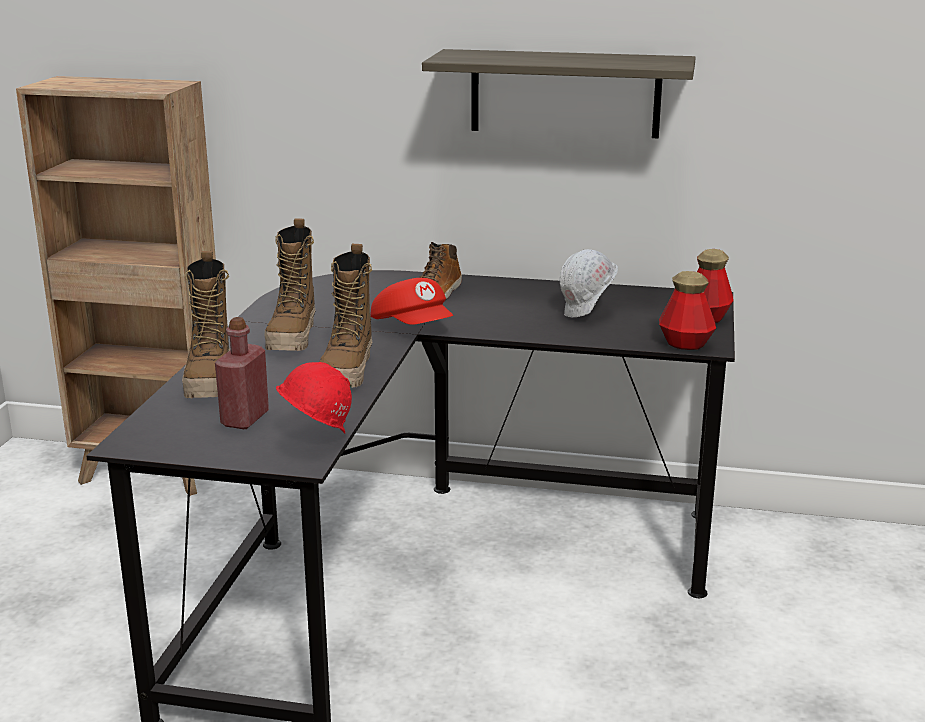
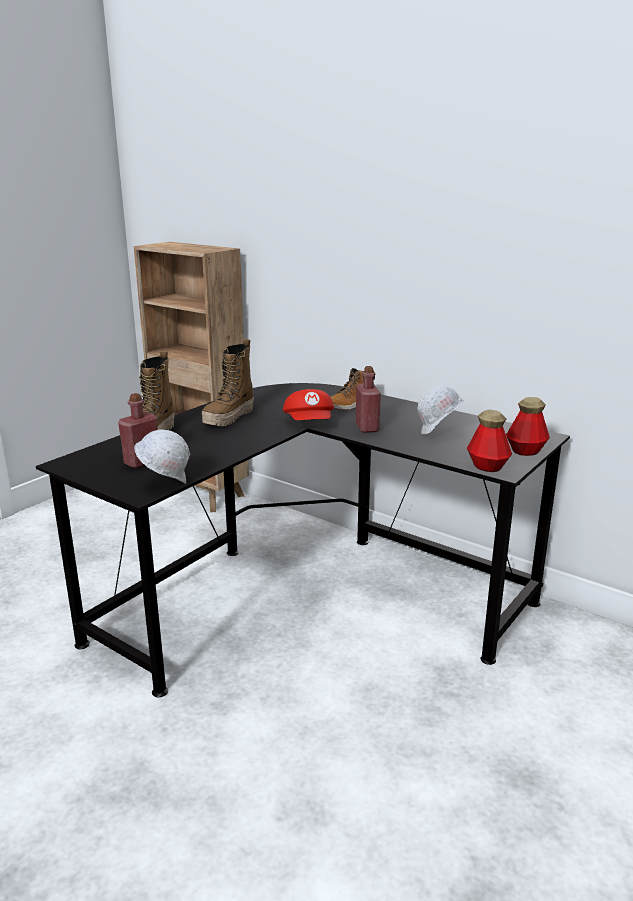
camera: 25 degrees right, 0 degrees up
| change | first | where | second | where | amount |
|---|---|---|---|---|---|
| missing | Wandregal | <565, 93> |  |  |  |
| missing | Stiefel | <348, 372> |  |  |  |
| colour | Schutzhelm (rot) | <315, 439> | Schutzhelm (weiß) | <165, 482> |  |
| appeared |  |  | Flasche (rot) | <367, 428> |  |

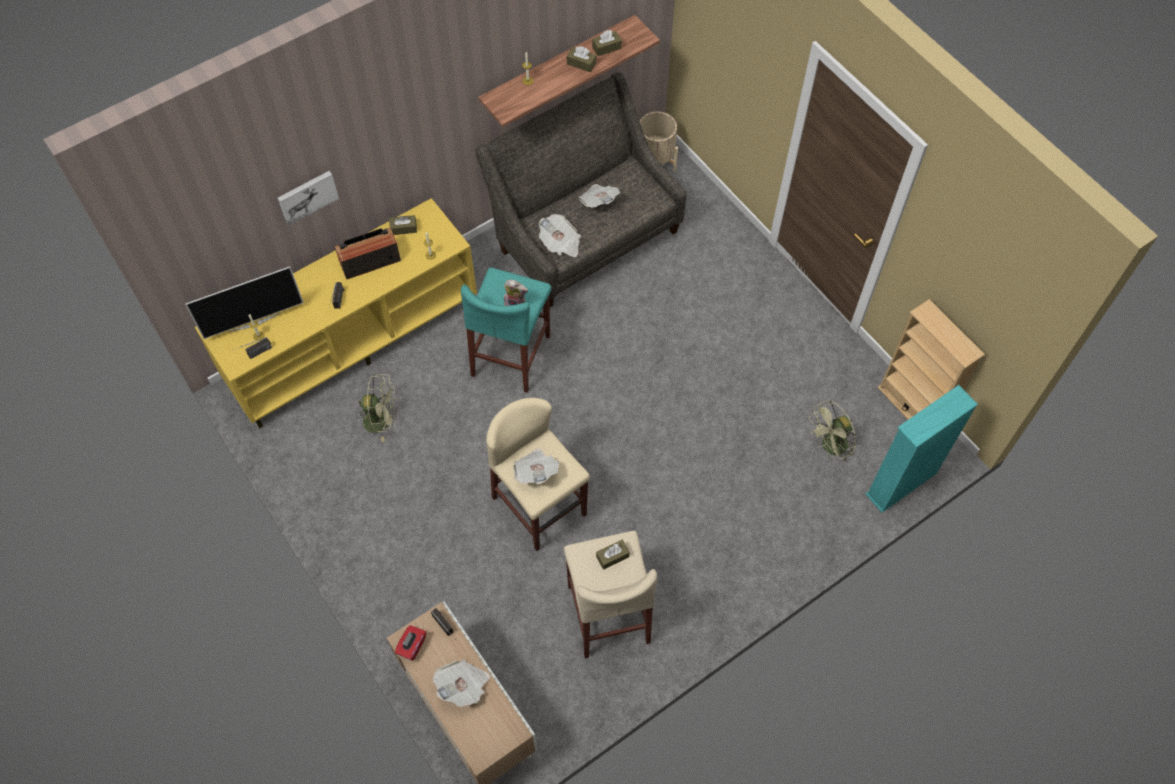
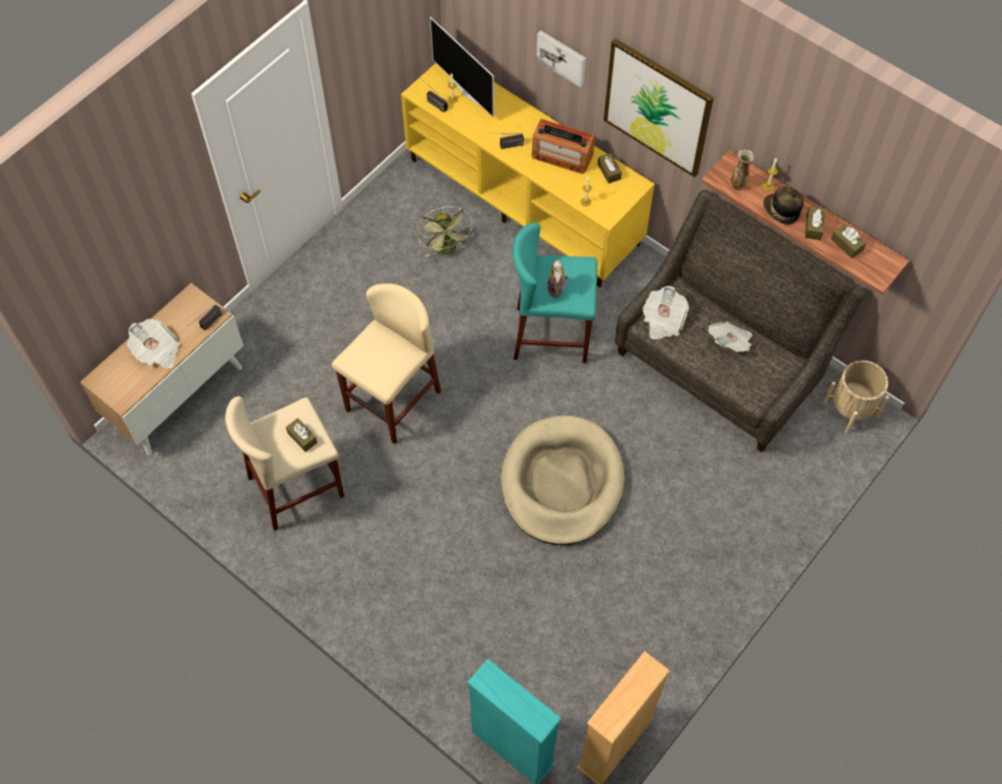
camera: 75 degrees right, 0 degrees up
| change | first | where | second | where | amount |
|---|---|---|---|---|---|
| spun | Radio | <370, 260> |  | <562, 156> | 150 degrees clockwise |
| missing | Ventilator (grün) | <830, 447> |  |  |  |
| missing | Zeitung | <536, 472> |  |  |  |
| missing | Taschentuchbox (rot) | <412, 646> |  |  |  |
| appeared |  |  | Bild | <657, 107> |  |
| appeared |  |  | Vase | <738, 185> |  |
| appeared |  |  | Hut | <781, 211> |  |
| appeared |  |  | Hundebett (beige) | <562, 483> |  |

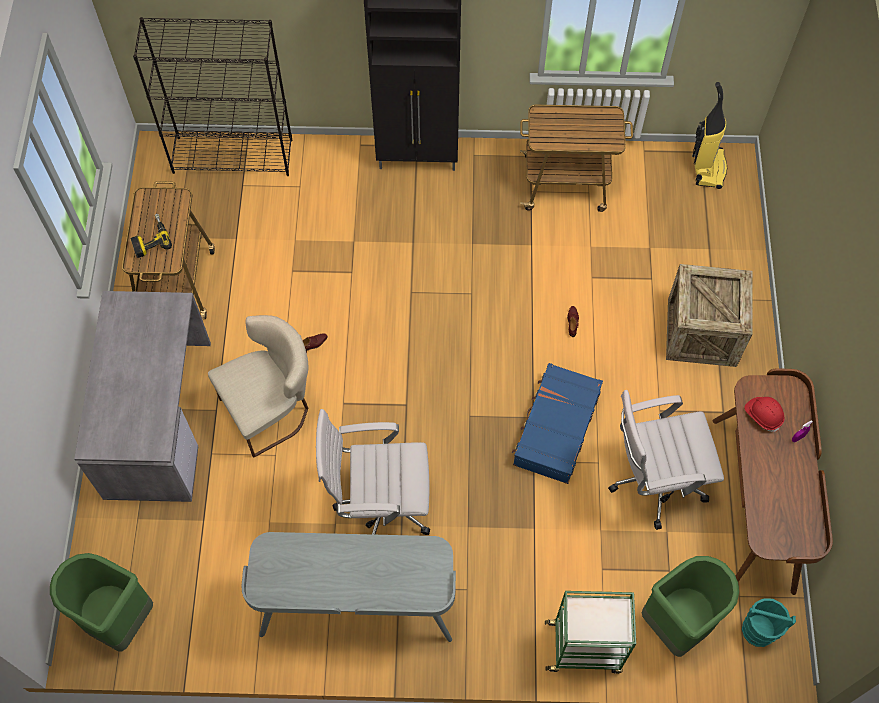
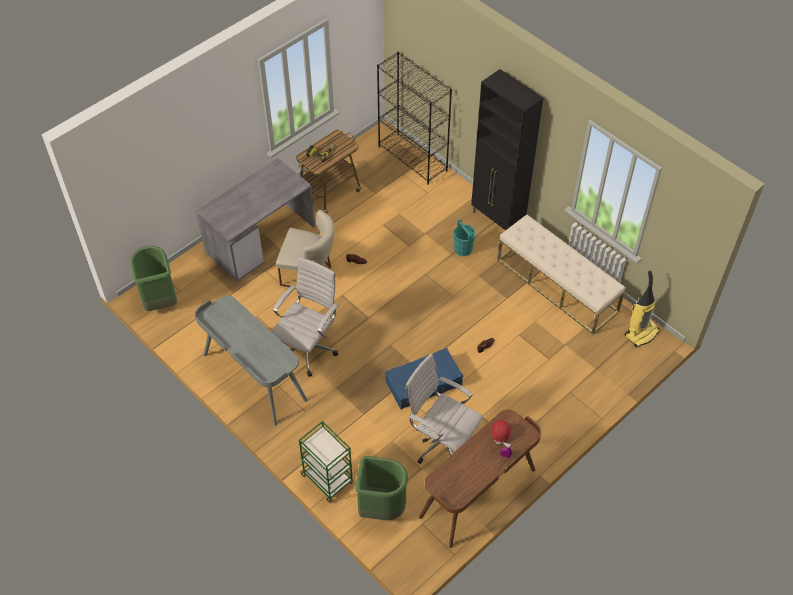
camera: 45 degrees right, 10 degrees down
| change | first | where | second | where | amount |
|---|---|---|---|---|---|
| exchanged | Rollwagen | <566, 183> | Bank (beige) | <557, 285> |  |
| missing | Kiste | <701, 332> |  |  |  |
| spun | Bürostuhl (weiß) | <379, 506> |  | <308, 348> | 75 degrees clockwise |
| relocated | Eimer (türkis) | <758, 630> |  | <463, 249> |  |

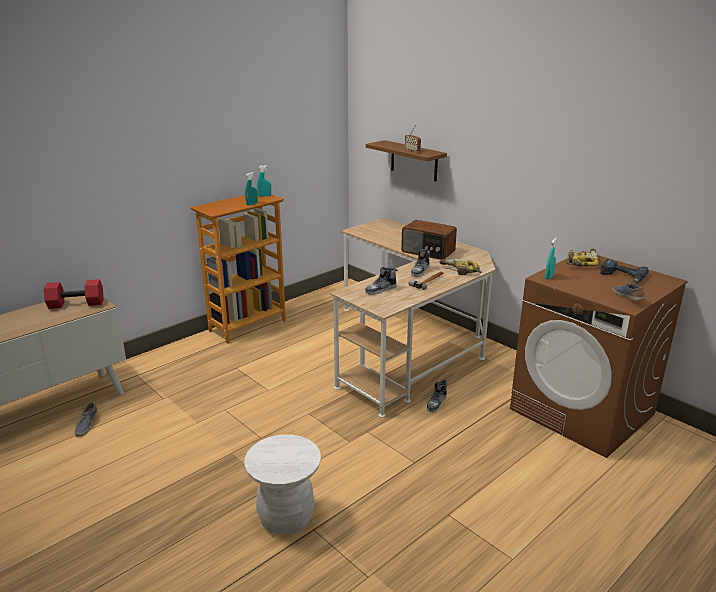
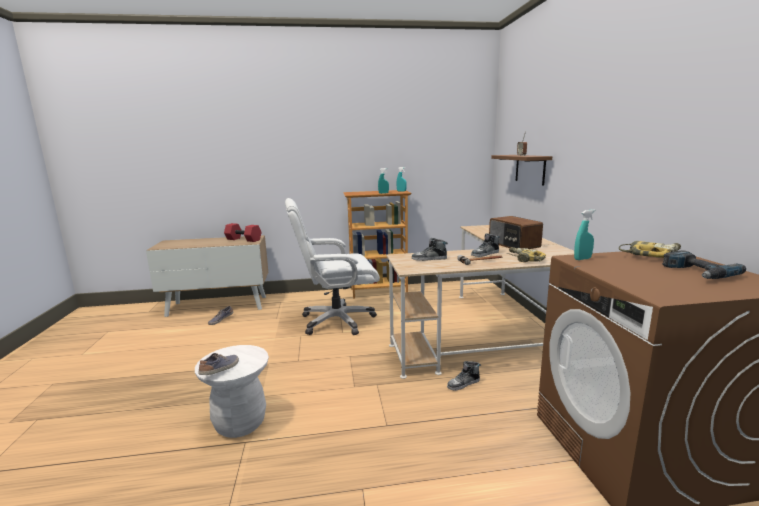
camera: 35 degrees right, 10 degrees down
| change | first | where | second | where | amount |
|---|---|---|---|---|---|
| relocated | Schuh | <627, 298> |  | <220, 370> |  |
| appeared |  |  | Bürostuhl (weiß) | <336, 321> |  |

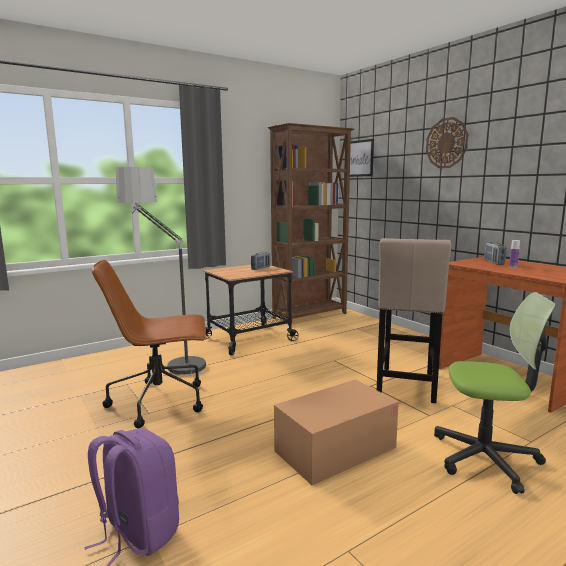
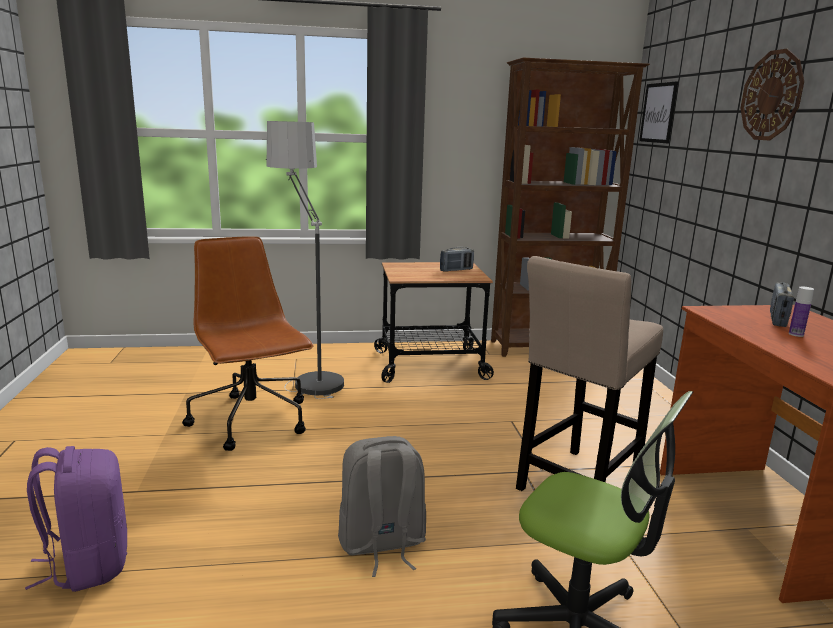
camera: 25 degrees right, 5 degrees up
| change | first | where | second | where | amount |
|---|---|---|---|---|---|
| spun | Bürostuhl (braun) | <160, 401> |  | <252, 421> | 45 degrees clockwise |
| exchanged | Karton | <335, 449> | Rucksack (grau) | <381, 544> |  |

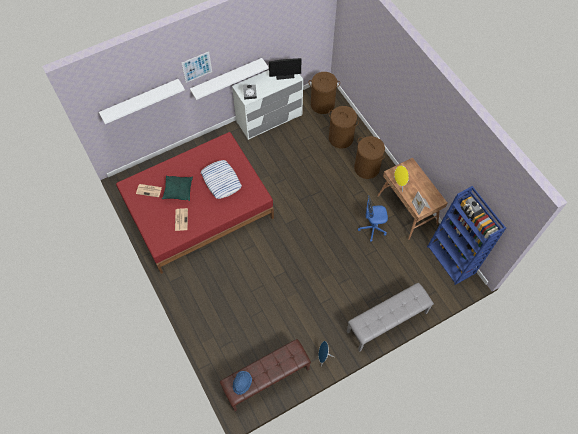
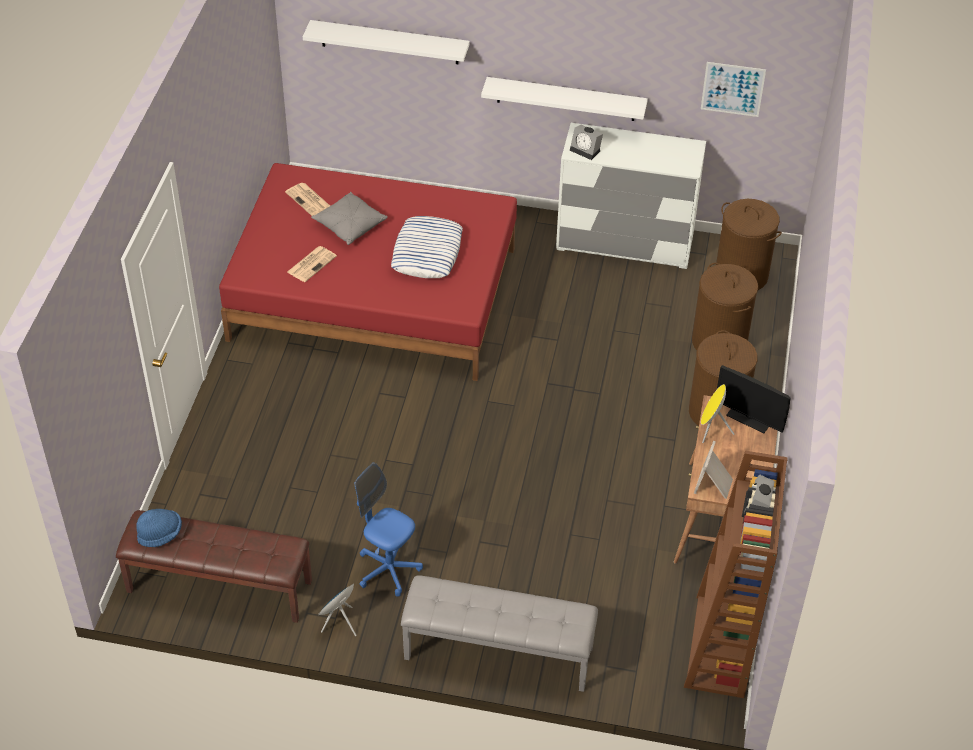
camera: 40 degrees right, 15 degrees down
| change | first | where | second | where | amount |
|---|---|---|---|---|---|
| relocated | Bild | <197, 67> |  | <732, 89> |  |
| relocated | Monitor | <285, 75> |  | <749, 418> |  |
| colour | Kissen (grün) | <178, 190> | Kissen (grau) | <349, 225> |  |
| colour | Bücherregal (blau) | <451, 260> | Bücherregal (braun) | <721, 647> |  |
| relocated | Bürostuhl (blau) | <372, 228> |  | <388, 570> |  |

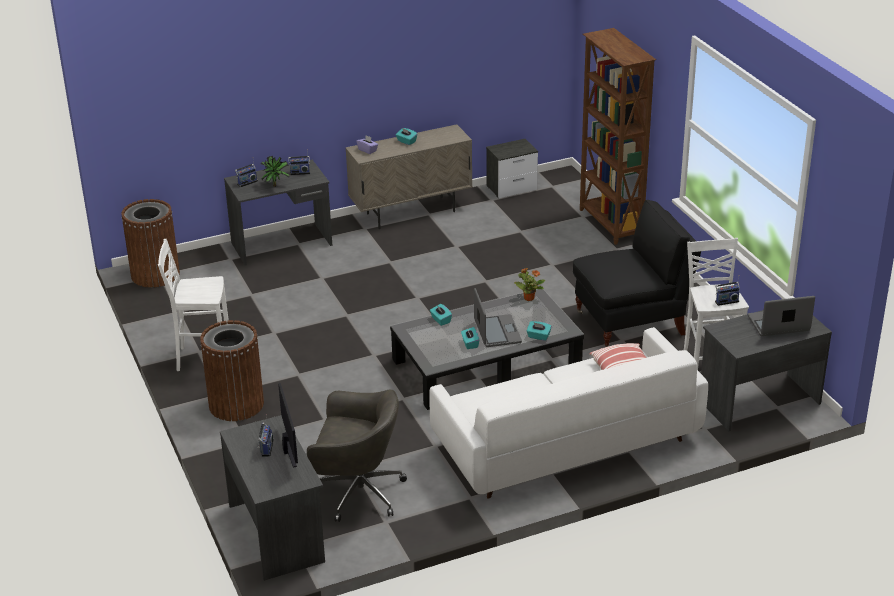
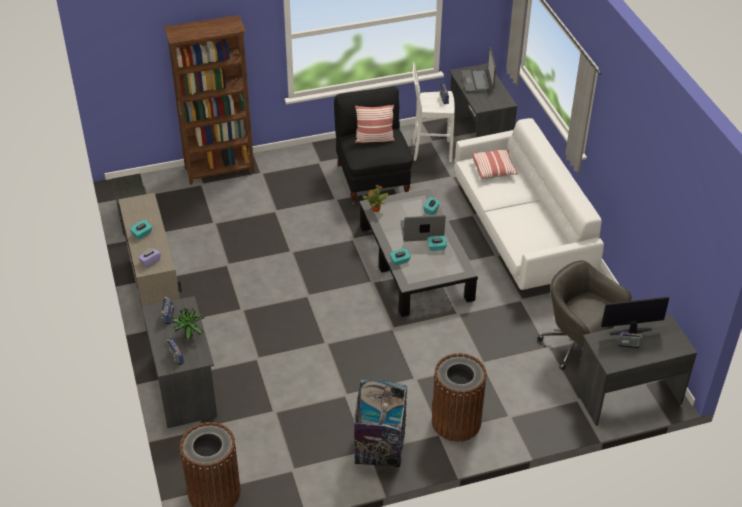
camera: 85 degrees left, 10 degrees up
| change | first | where | second | where | amount |
|---|---|---|---|---|---|
| exchanged | Hocker (weiß) | <202, 358> | Mülleimer | <380, 448> |  |
| spun | Bürostuhl (grau) | <357, 492> |  | <578, 347> | 60 degrees counterclockwise |
| appeared |  |  | Kissen | <374, 139> |  |

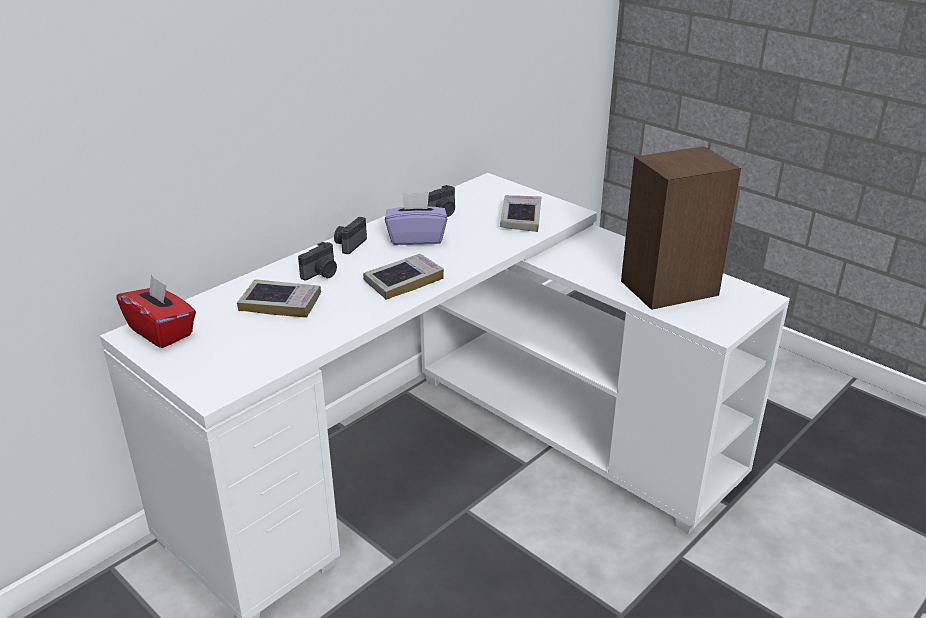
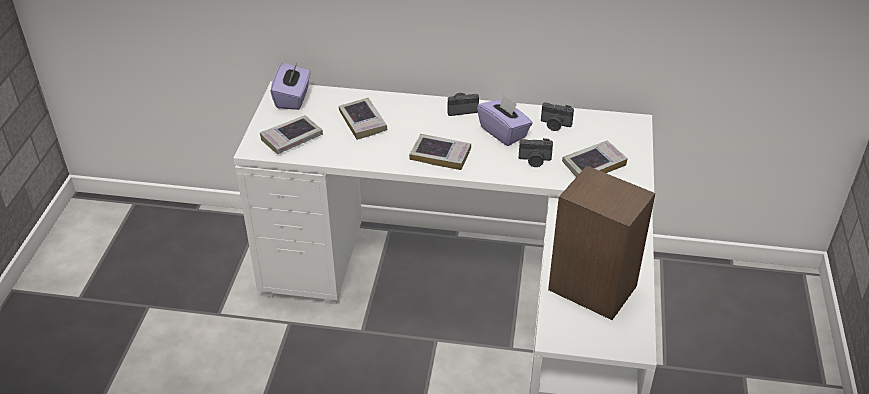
camera: 55 degrees right, 10 degrees up
| change | first | where | second | where | amount |
|---|---|---|---|---|---|
| relocated | Kamera | <321, 274> |  | <534, 160> |  |
| colour | Taschentuchbox (rot) | <162, 331> | Taschentuchbox (lila) | <293, 98> |  |
| appeared |  |  | Buch | <292, 138> |  |

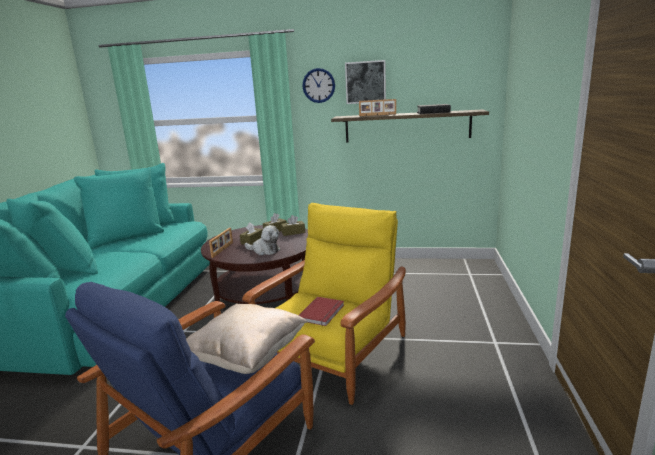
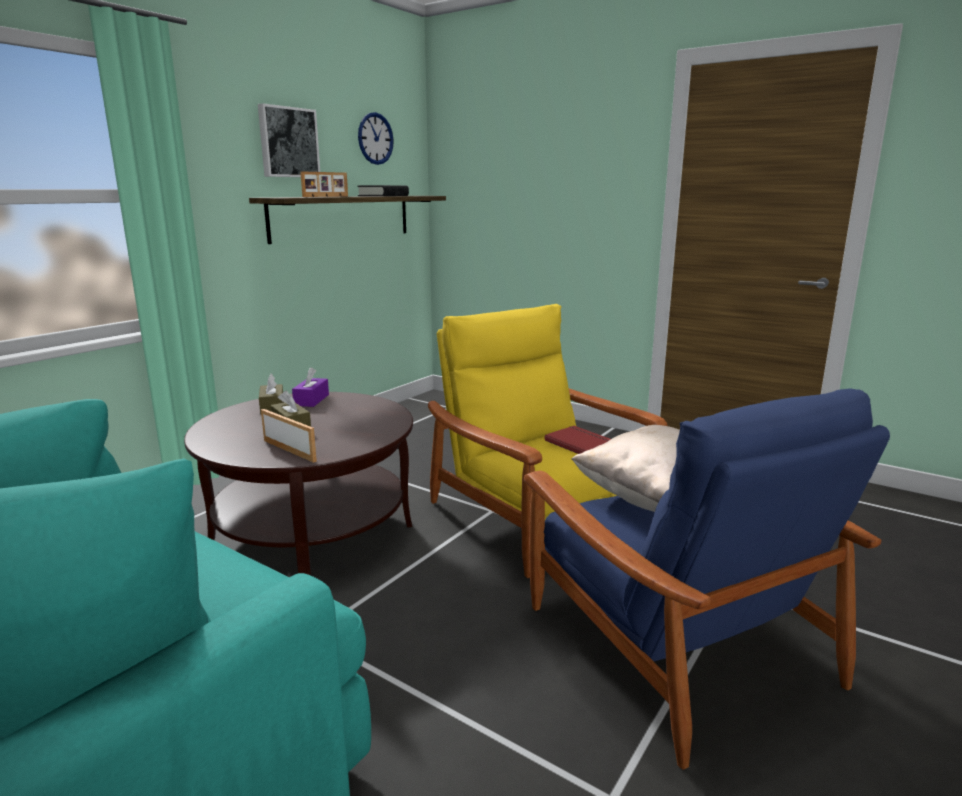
camera: 65 degrees left, 0 degrees up
| change | first | where | second | where | amount |
|---|---|---|---|---|---|
| relocated | Wanduhr | <318, 85> |  | <375, 138> |  |
| colour | Taschentuchbox (braun) | <293, 232> | Taschentuchbox (lila) | <311, 400> |  |
| missing | Plüschtier | <264, 250> |  |  |  |

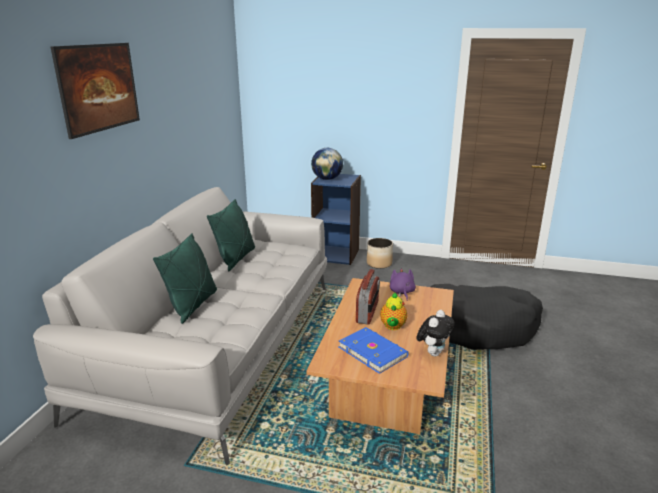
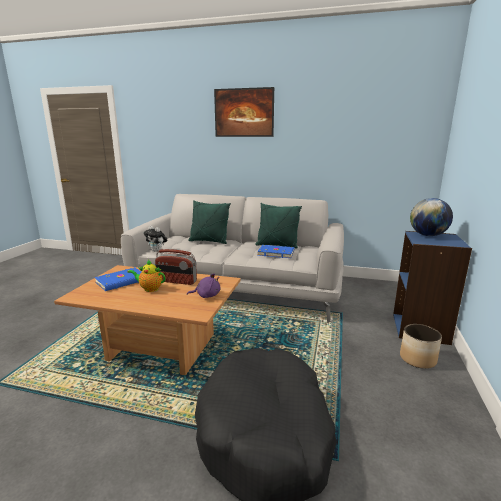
camera: 90 degrees right, 5 degrees down
| change | first | where | second | where | amount |
|---|---|---|---|---|---|
| relocated | Plüschtier | <433, 352> |  | <157, 251> |  |
| appeared |  |  | Buch (blau) | <276, 253> |  |

